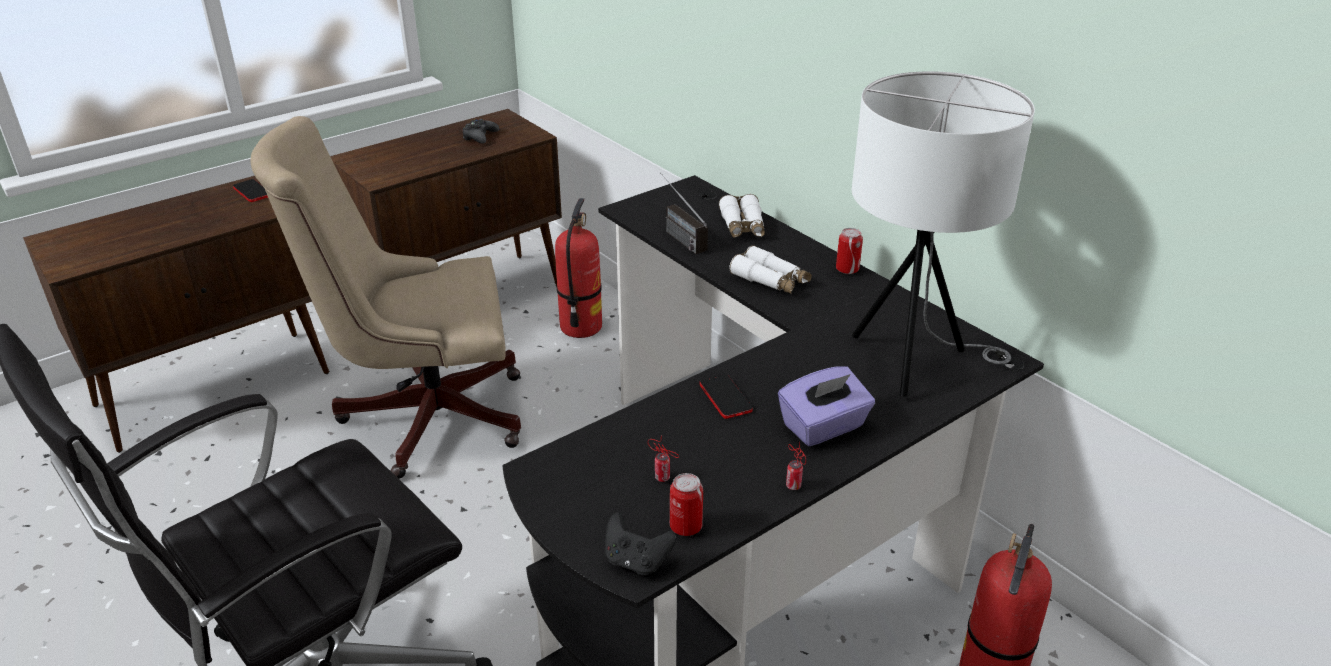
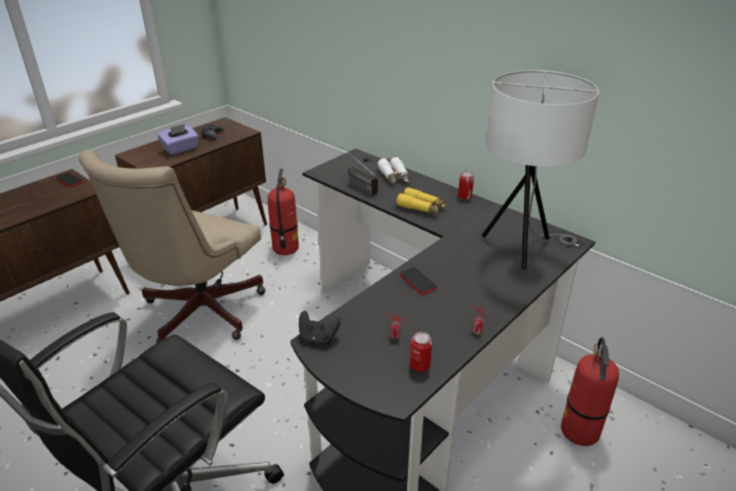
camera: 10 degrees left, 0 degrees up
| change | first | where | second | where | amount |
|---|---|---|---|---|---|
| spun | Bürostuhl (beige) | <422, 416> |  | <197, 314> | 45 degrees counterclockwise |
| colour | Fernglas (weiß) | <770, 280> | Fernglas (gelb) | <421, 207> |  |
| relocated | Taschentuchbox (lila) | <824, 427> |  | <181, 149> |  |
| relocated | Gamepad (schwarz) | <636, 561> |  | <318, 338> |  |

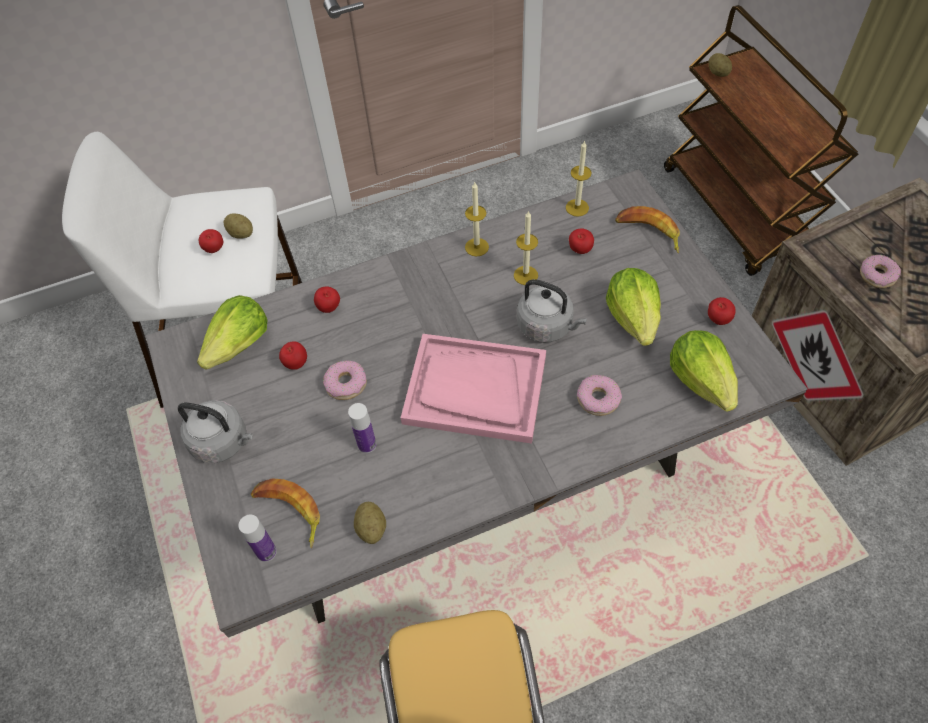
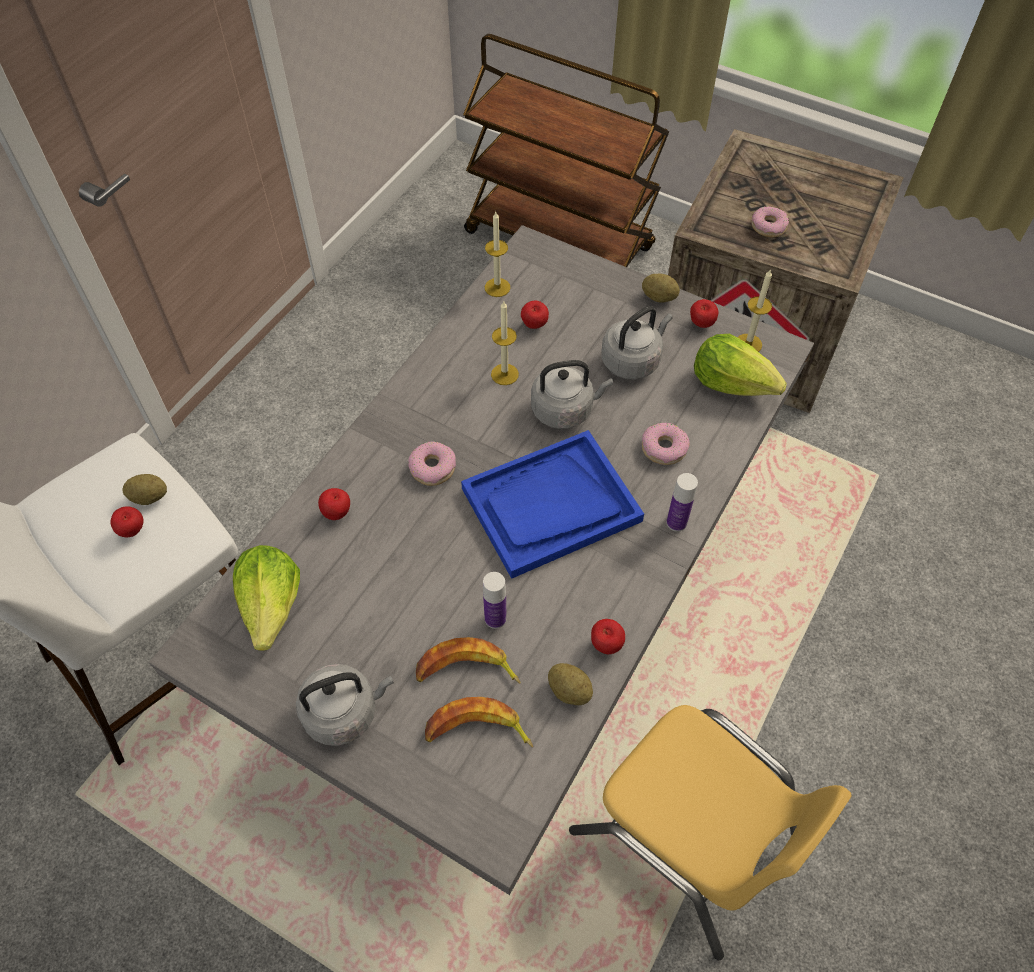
camera: 40 degrees left, 0 degrees up
| change | first | where | second | where | amount |
|---|---|---|---|---|---|
| relocated | Kartoffel | <718, 73> |  | <659, 297> |  |
| relocated | Kerze | <476, 247> |  | <748, 344> |  |
| relocated | Banane | <648, 232> |  | <466, 671> |  |
| exchanged | Salatkopf | <634, 318> | Wasserkessel (grau) | <632, 360> |  |
| colour | Tablett (rosa) | <474, 390> | Tablett (blau) | <551, 505> |  |
| relocated | Apfel | <296, 364> |  | <606, 645> |  |
| relocated | Donut | <346, 384> |  | <433, 468> |  |
| relocated | Flasche | <266, 552> |  | <676, 522> |  |

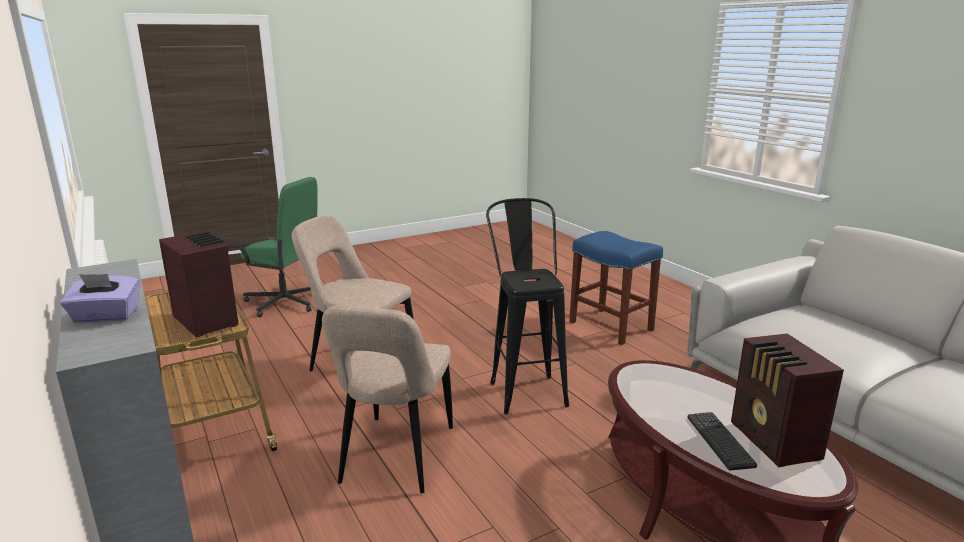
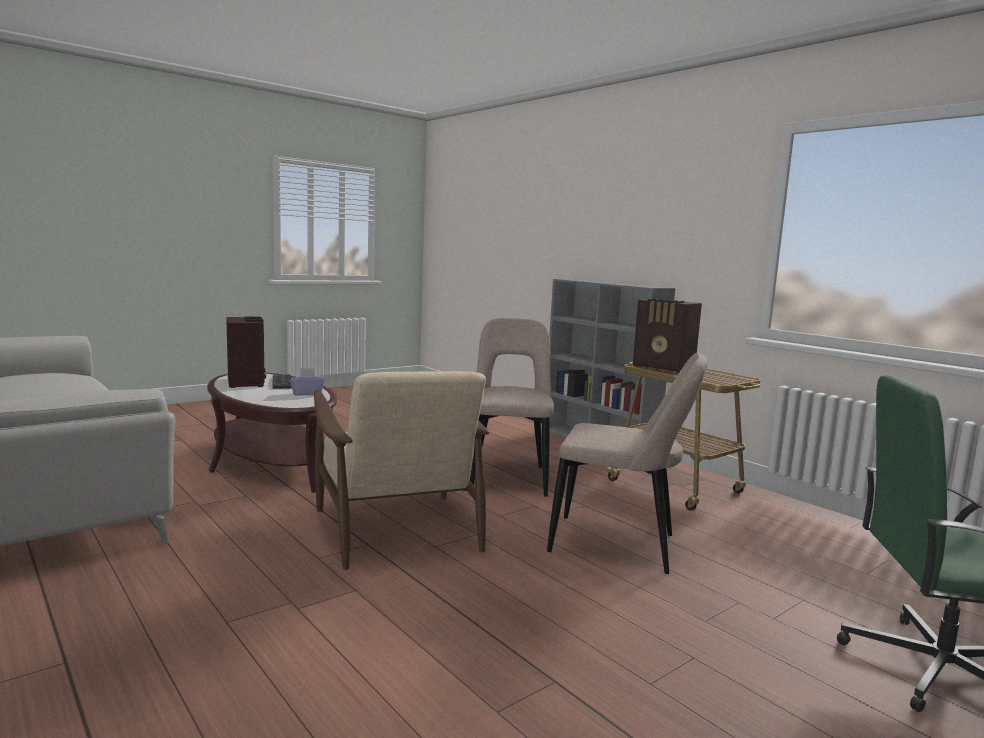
camera: 170 degrees right, 10 degrees down
| change | first | where | second | where | amount |
|---|---|---|---|---|---|
| exchanged | Hocker (schwarz) | <525, 388> | Sessel (beige) | <396, 526> |  |
| missing | Hocker (blau) | <609, 326> |  |  |  |
| relocated | Taschentuchbox (lila) | <106, 316> |  | <307, 393> |  |

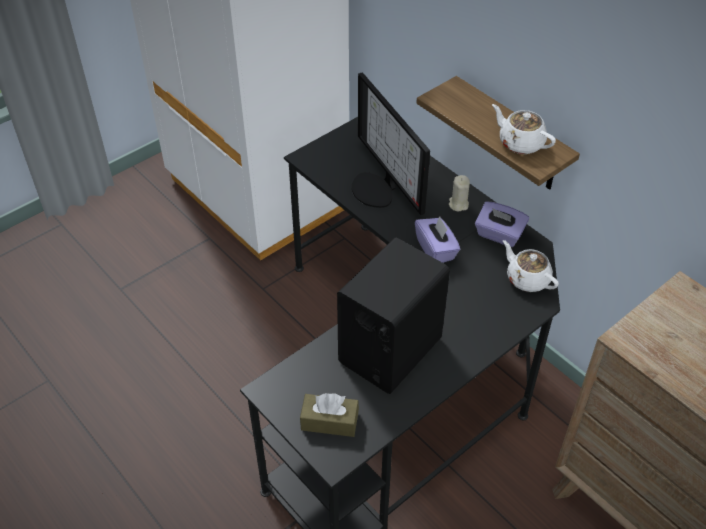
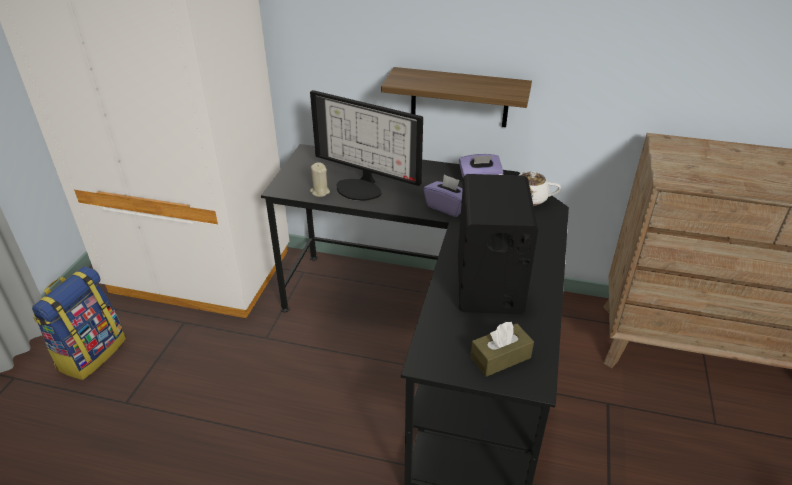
camera: 35 degrees left, 10 degrees down
| change | first | where | second | where | amount |
|---|---|---|---|---|---|
| missing | Teekanne (weiß) | <520, 143> |  |  |  |
| relocated | Kerze (beige) | <458, 204> |  | <320, 192> |  |
| appeared |  |  | Rucksack | <91, 353> |  |

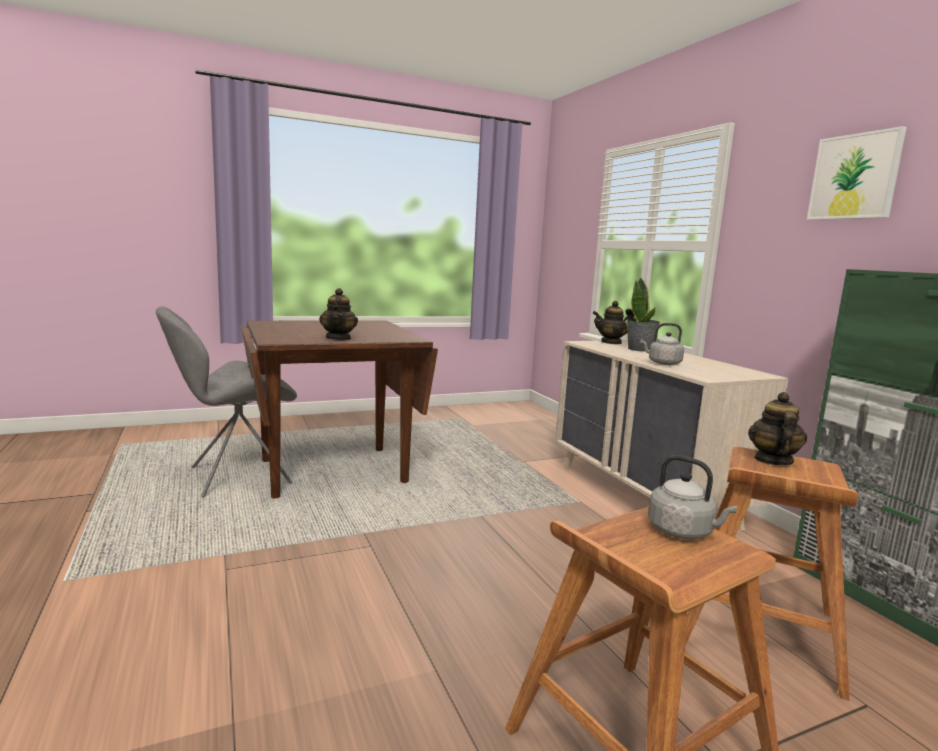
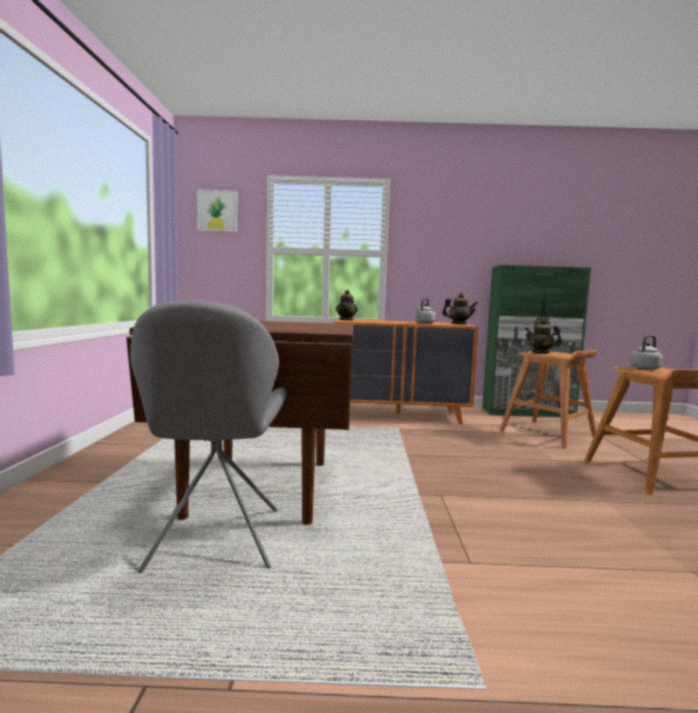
camera: 65 degrees left, 5 degrees down
| change | first | where | second | where | amount |
|---|---|---|---|---|---|
| relocated | Bild | <854, 177> |  | <217, 211> |  |
| missing | Topfpflanze | <640, 349> |  |  |  |
| relocated | Teekanne | <339, 338> |  | <459, 324> |  |
| colour | Kommode (beige) | <645, 495> | Kommode (orange) | <398, 415> |  |

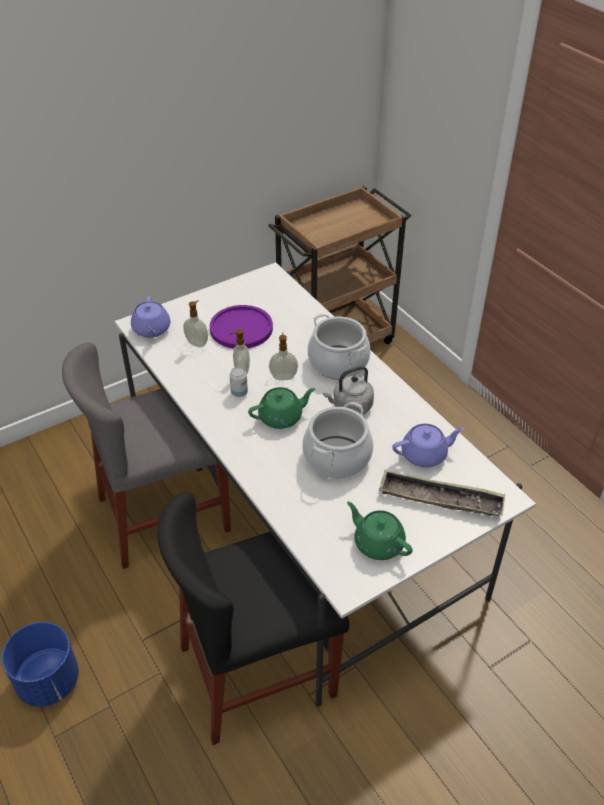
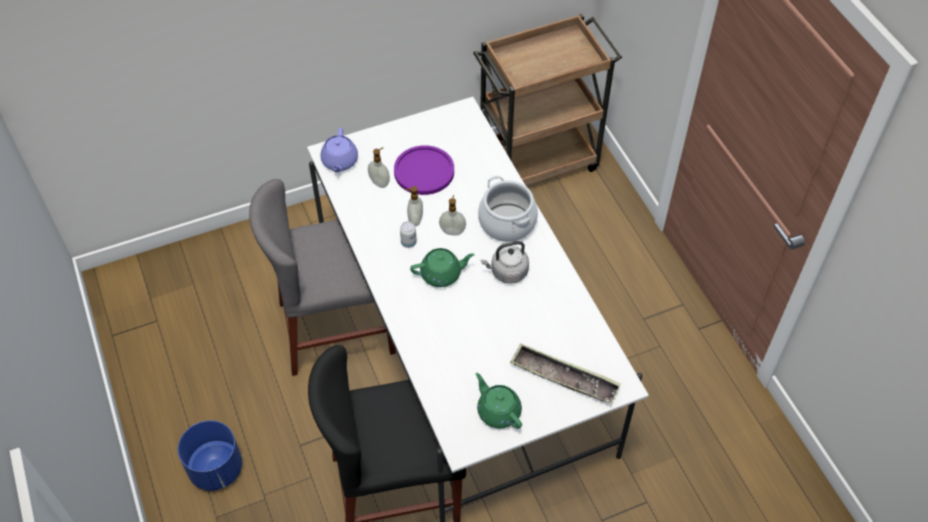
camera: 10 degrees right, 10 degrees up
| change | first | where | second | where | amount |
|---|---|---|---|---|---|
| missing | Kochtopf | <336, 457> |  |  |  |
| missing | Teekanne (lila) | <425, 454> |  |  |  |

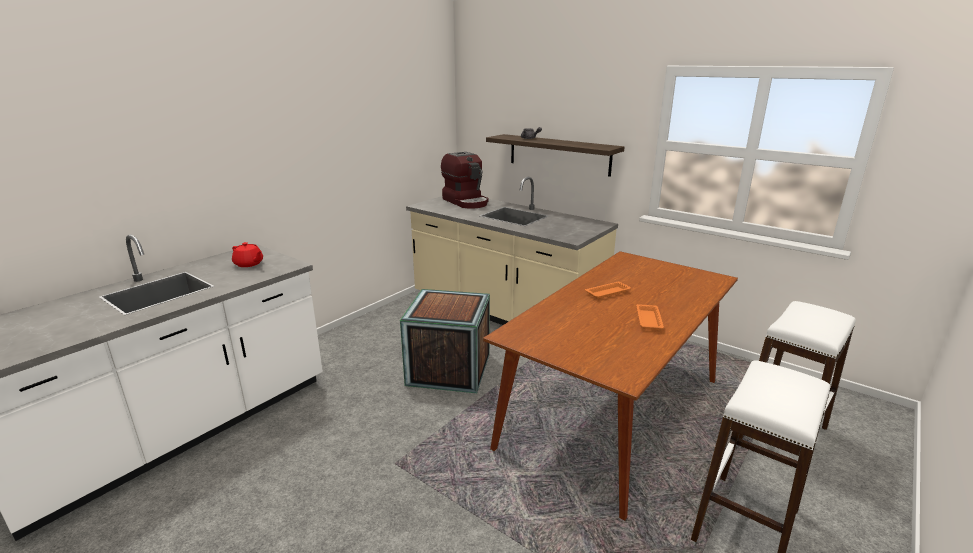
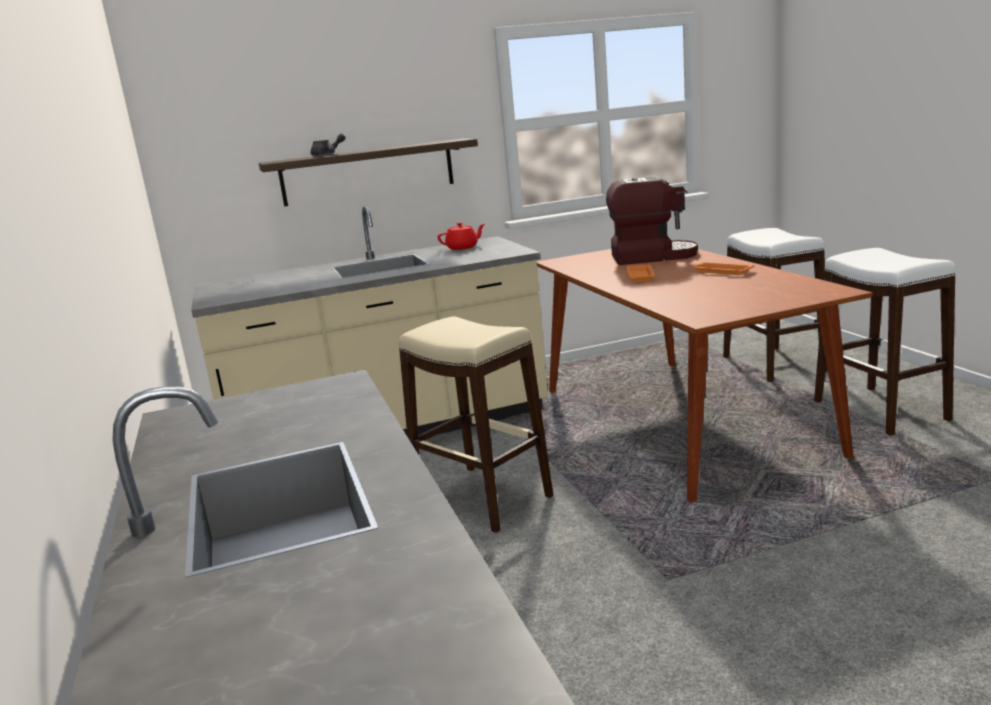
camera: 55 degrees left, 5 degrees down
| change | first | where | second | where | amount |
|---|---|---|---|---|---|
| relocated | Kaffeemaschine | <466, 201> |  | <652, 256> |  |
| relocated | Teekanne (rot) | <249, 264> |  | <463, 248> |  |
| exchanged | Kiste | <449, 369> | Hocker (beige) | <481, 498> |  |

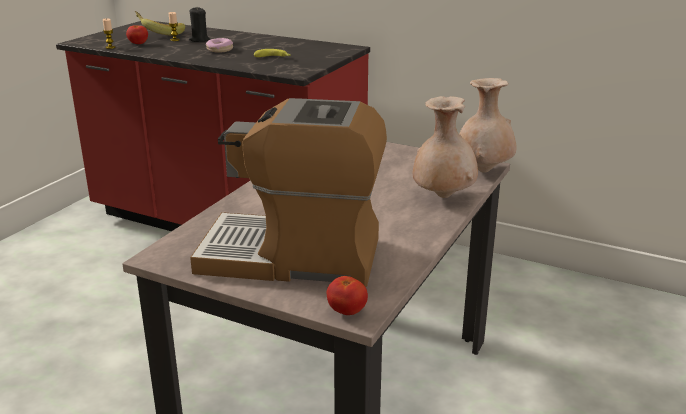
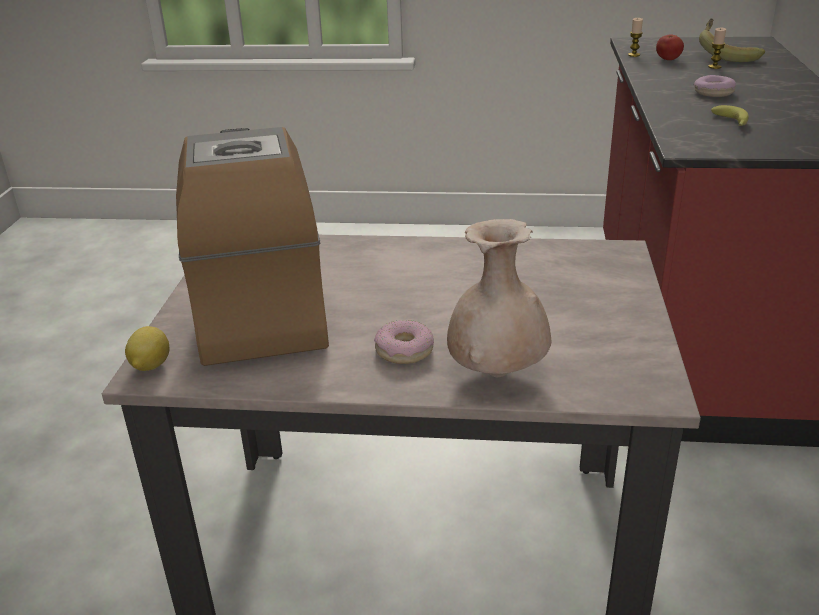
camera: 70 degrees right, 5 degrees up
| change | first | where | second | where | amount |
|---|---|---|---|---|---|
| missing | Kerze (schwarz) | <199, 40> |  |  |  |
| missing | Vase (beige) | <483, 171> |  |  |  |
| exchanged | Tomate | <347, 311> | Zitrone | <150, 366> |  |
| appeared |  |  | Donut | <404, 350> |  |

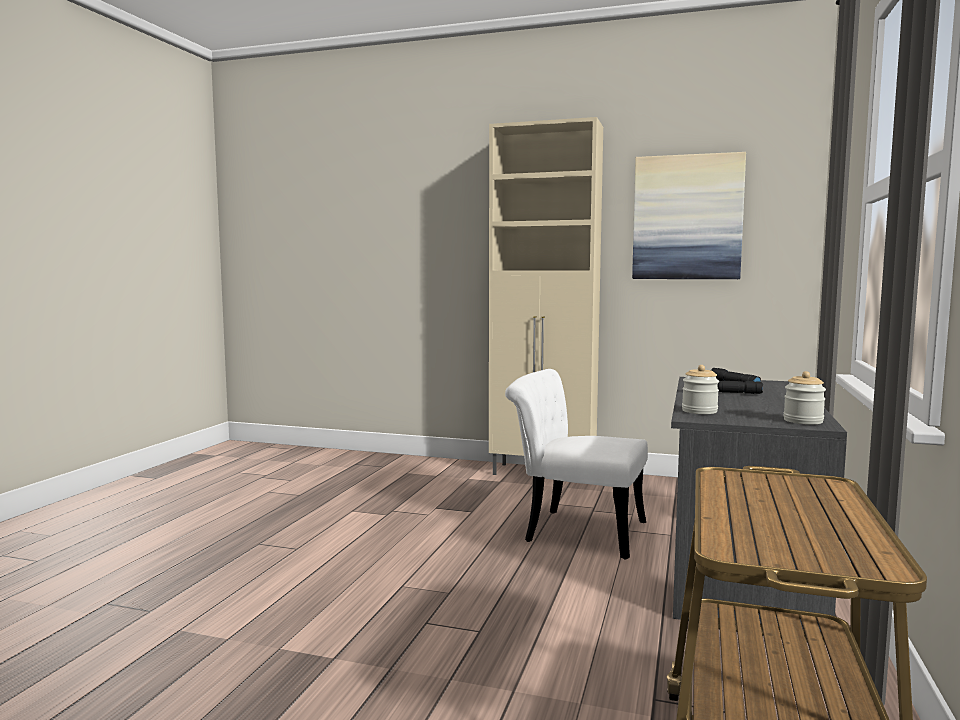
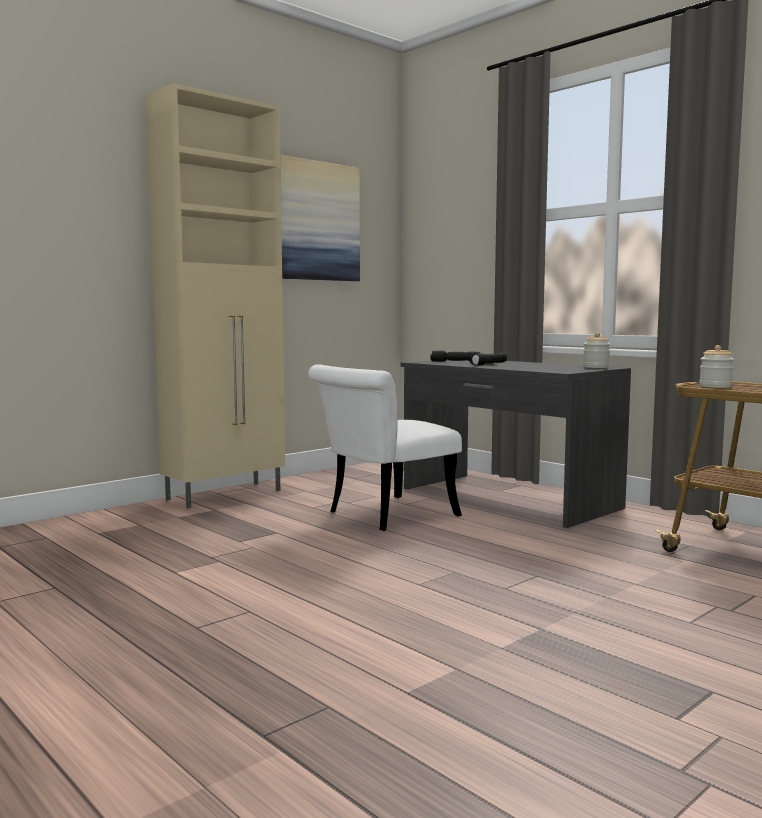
camera: 60 degrees left, 0 degrees up
| change | first | where | second | where | amount |
|---|---|---|---|---|---|
| relocated | Vorratsglas | <699, 411> |  | <715, 386> |  |

